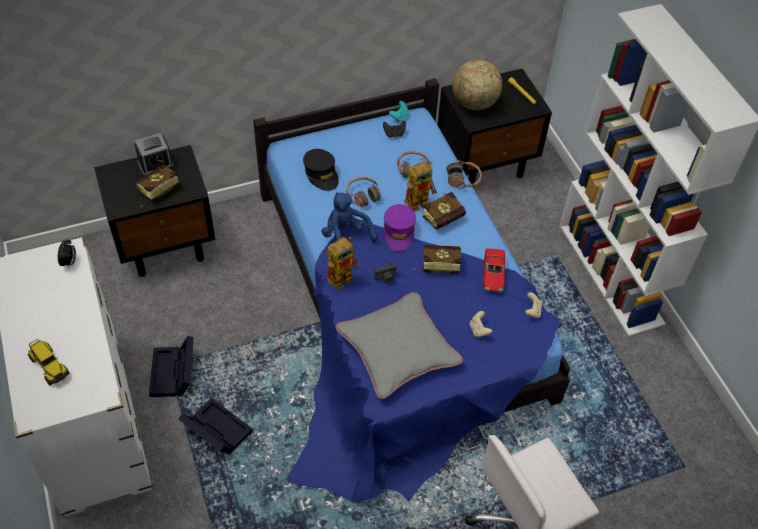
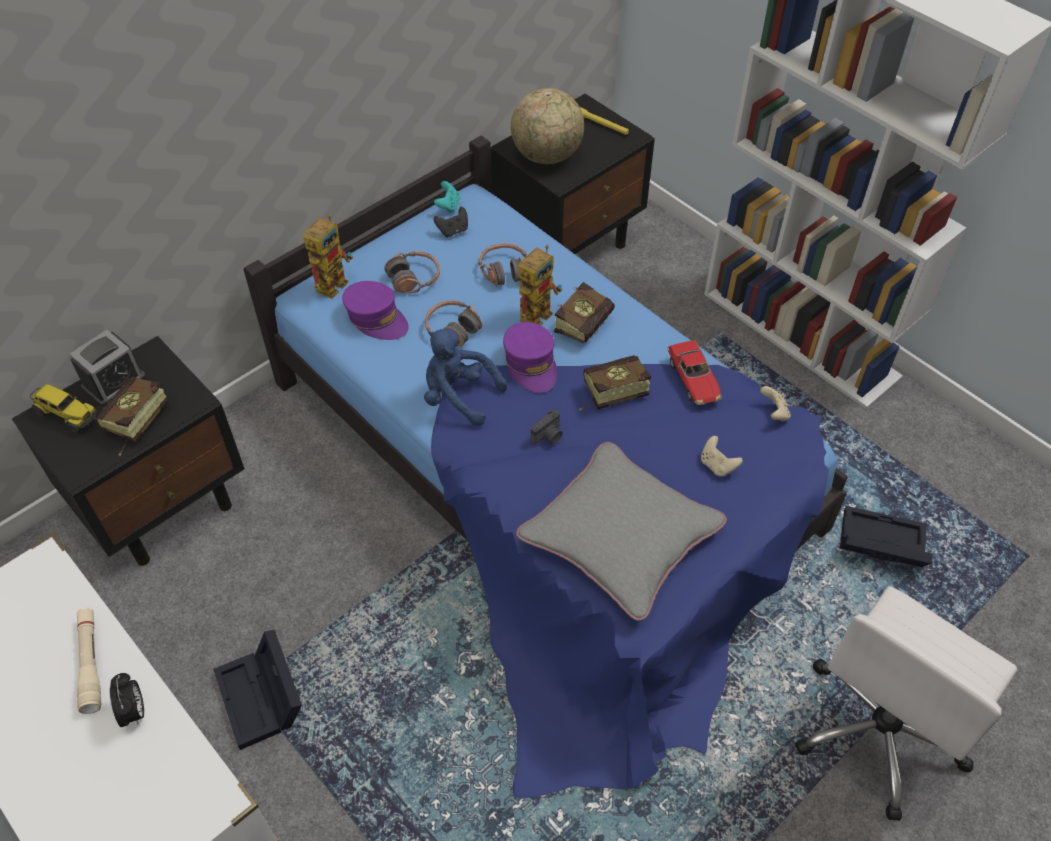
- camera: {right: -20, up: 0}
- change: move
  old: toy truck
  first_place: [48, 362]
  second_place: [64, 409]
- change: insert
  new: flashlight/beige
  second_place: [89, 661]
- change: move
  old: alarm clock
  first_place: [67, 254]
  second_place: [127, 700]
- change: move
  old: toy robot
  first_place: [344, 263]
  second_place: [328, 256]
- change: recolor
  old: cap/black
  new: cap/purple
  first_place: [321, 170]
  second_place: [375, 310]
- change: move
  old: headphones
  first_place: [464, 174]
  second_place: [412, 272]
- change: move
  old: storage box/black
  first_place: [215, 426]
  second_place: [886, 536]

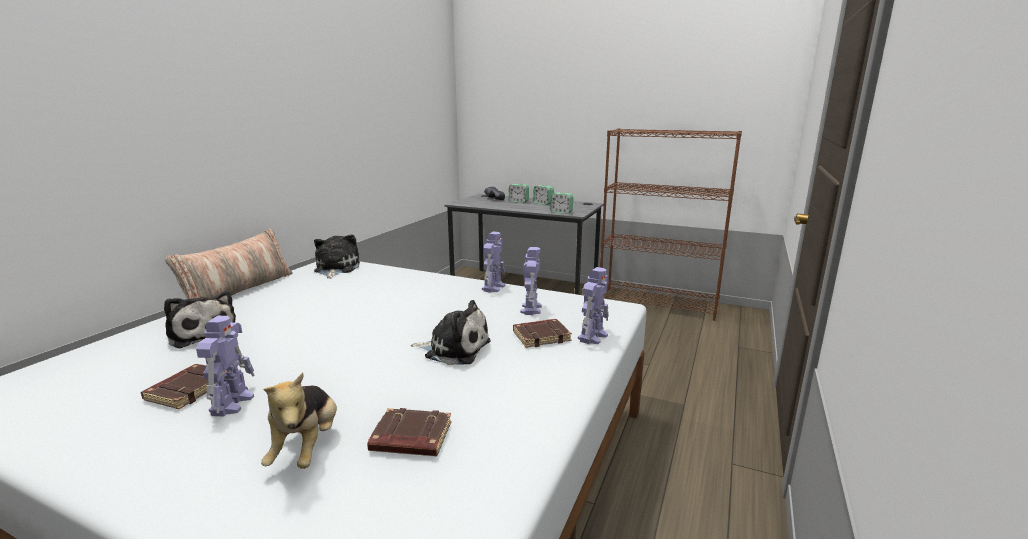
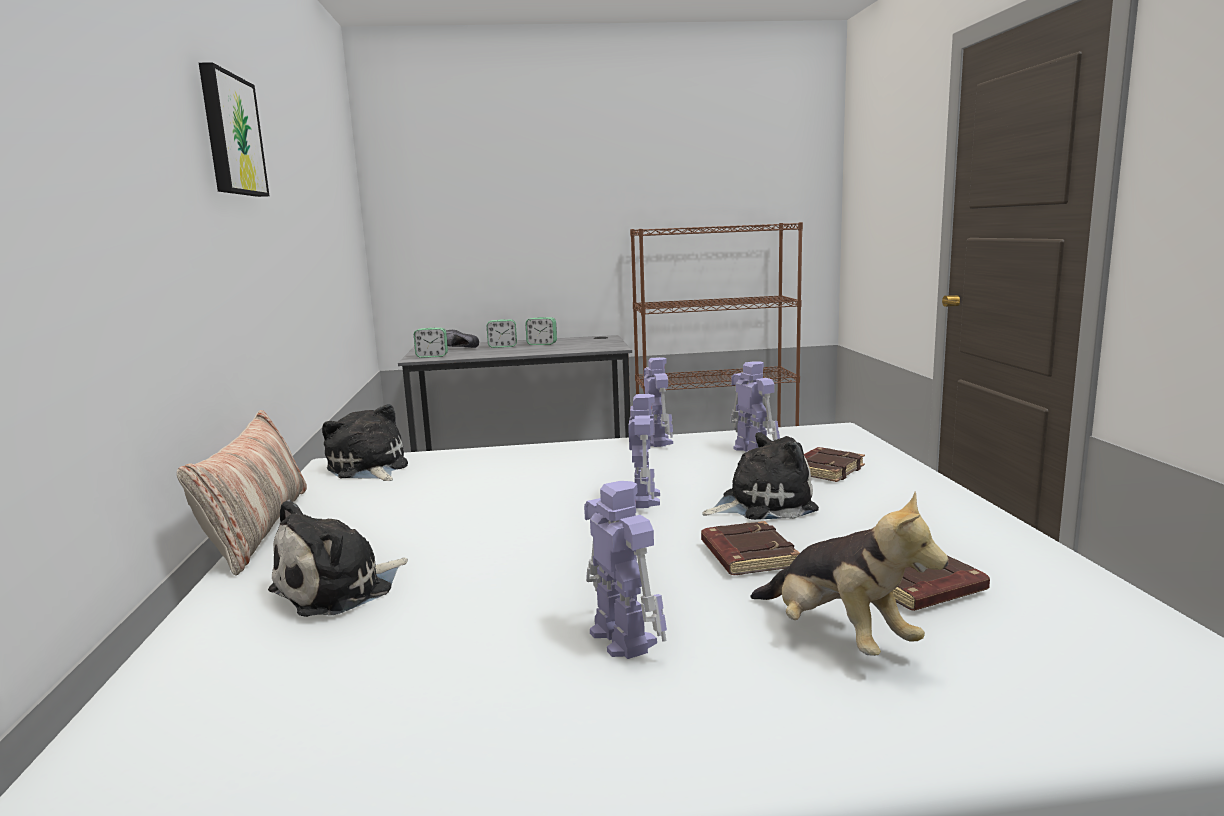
- camera: {right: -30, up: -5}
- change: insert
  new: picture
  second_place: [234, 129]
- change: rotate
  old: plush toy
  first_place: [200, 319]
  second_place: [338, 558]
  degrees: 120
- change: move
  old: alarm clock
  first_place: [561, 203]
  second_place: [431, 343]
- change: move
  old: toy robot
  first_place: [593, 305]
  second_place: [644, 451]
- change: move
  old: book/brown
  first_place: [184, 386]
  second_place: [750, 548]

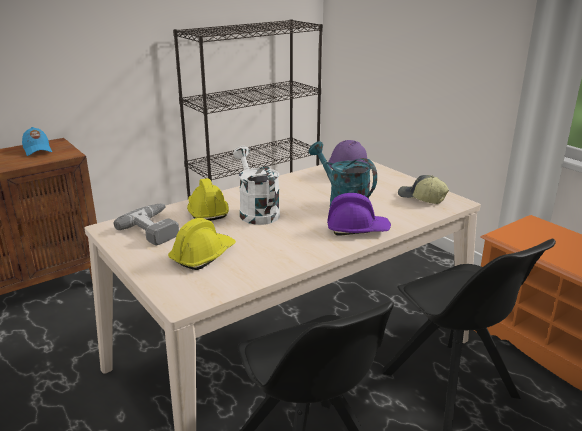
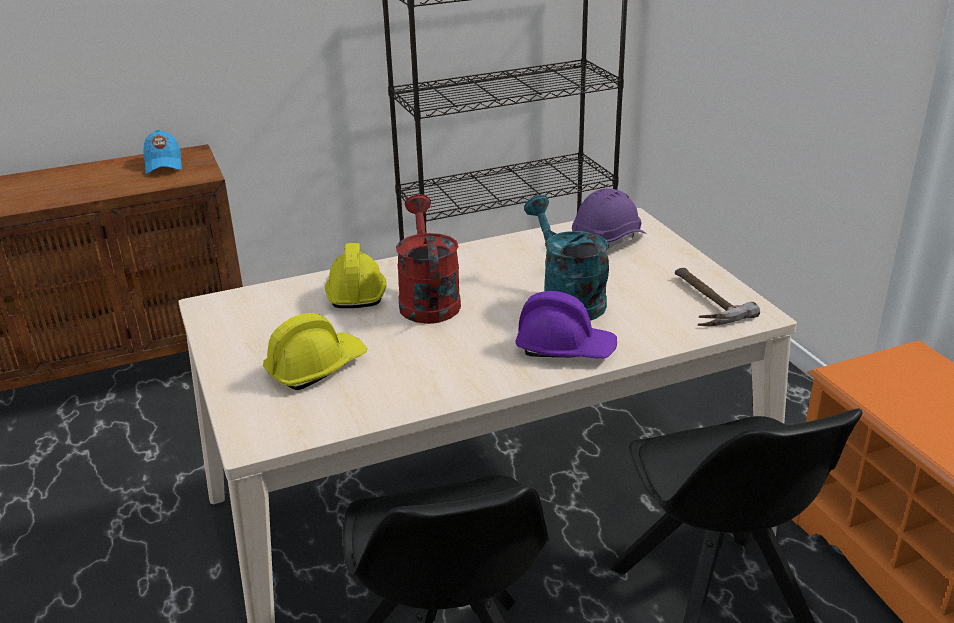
- camera: {right: 15, up: 5}
- change: recolor
  old: watering can/white
  new: watering can/red
  first_place: [256, 185]
  second_place: [428, 259]
- change: replace
  old: cap
  new: hammer
  first_place: [423, 189]
  second_place: [717, 297]
- change: delete
  old: power drill
  first_place: [146, 225]

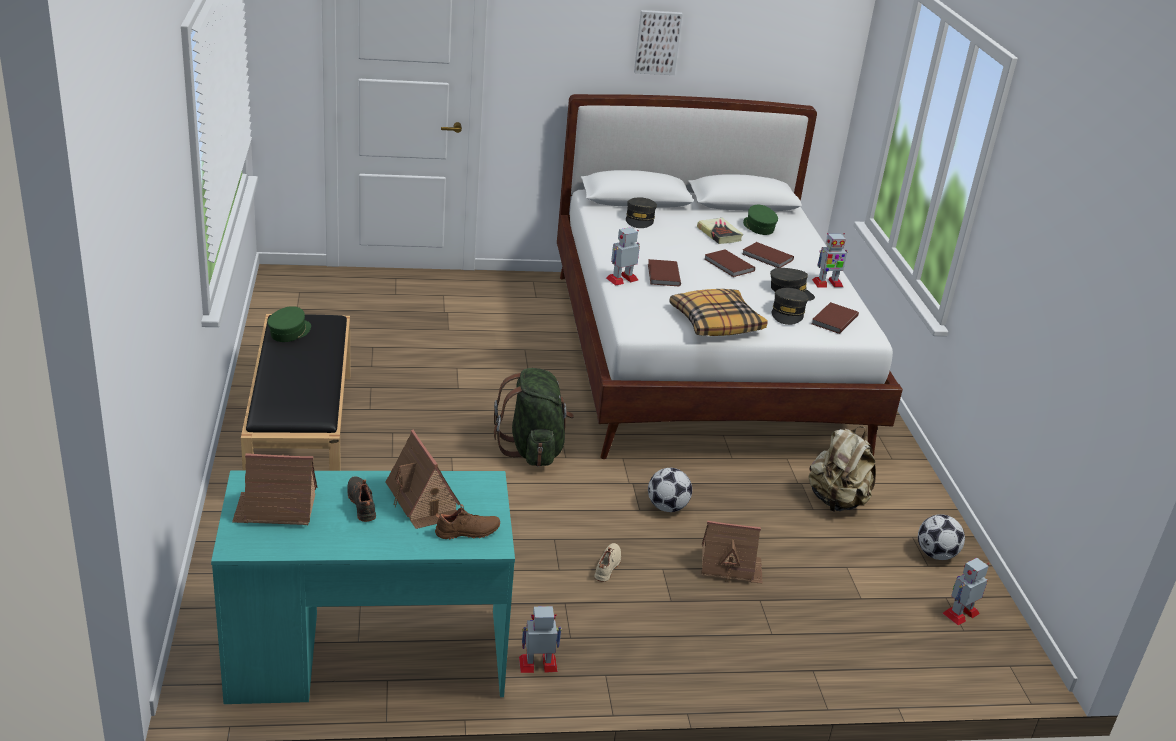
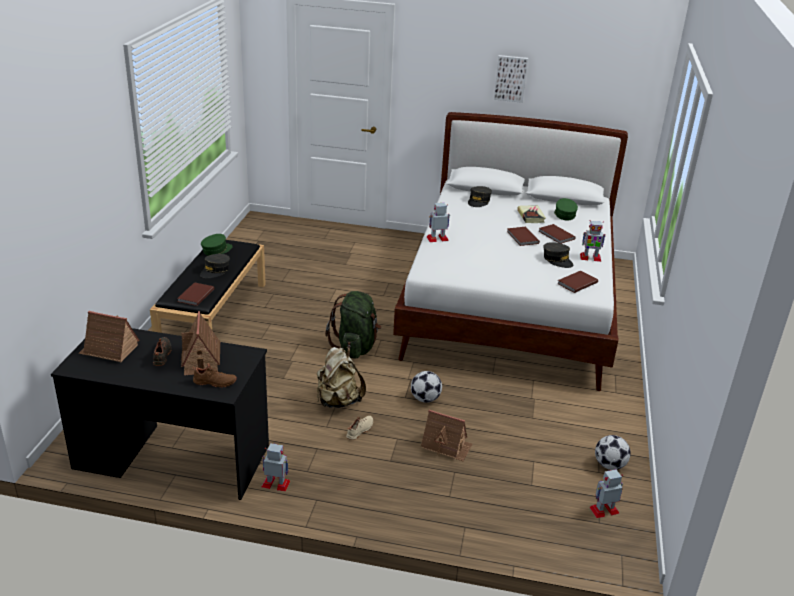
- camera: {right: 20, up: 0}
- change: recolor
  old: desk/turquoise
  new: desk/black
  first_place: [363, 587]
  second_place: [160, 414]
- change: move
  old: book/brown
  first_place: [664, 272]
  second_place: [196, 294]
- change: move
  old: cap/grey
  first_place: [790, 306]
  second_place: [215, 266]
- change: move
  old: backpack/beige
  first_place: [842, 469]
  second_place: [341, 377]
- change: delete
  old: pillow
  first_place: [719, 312]

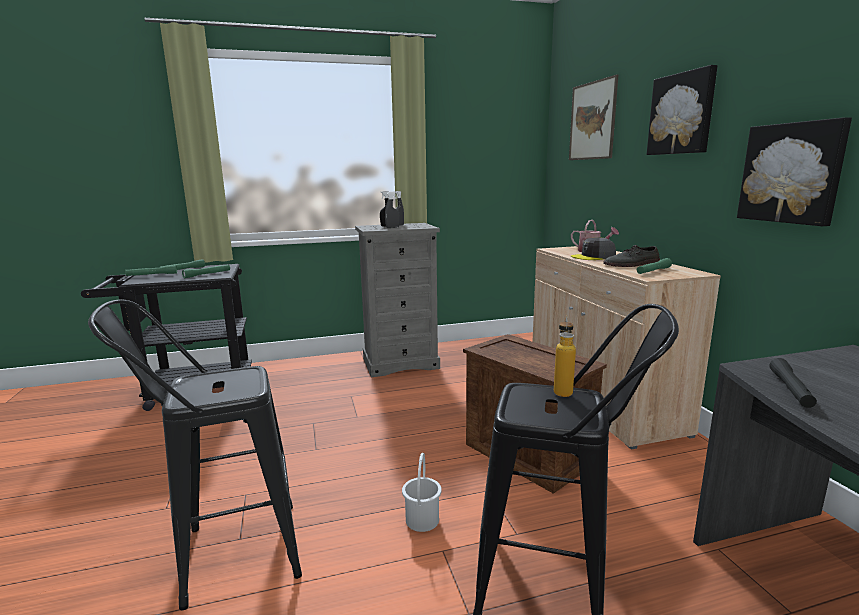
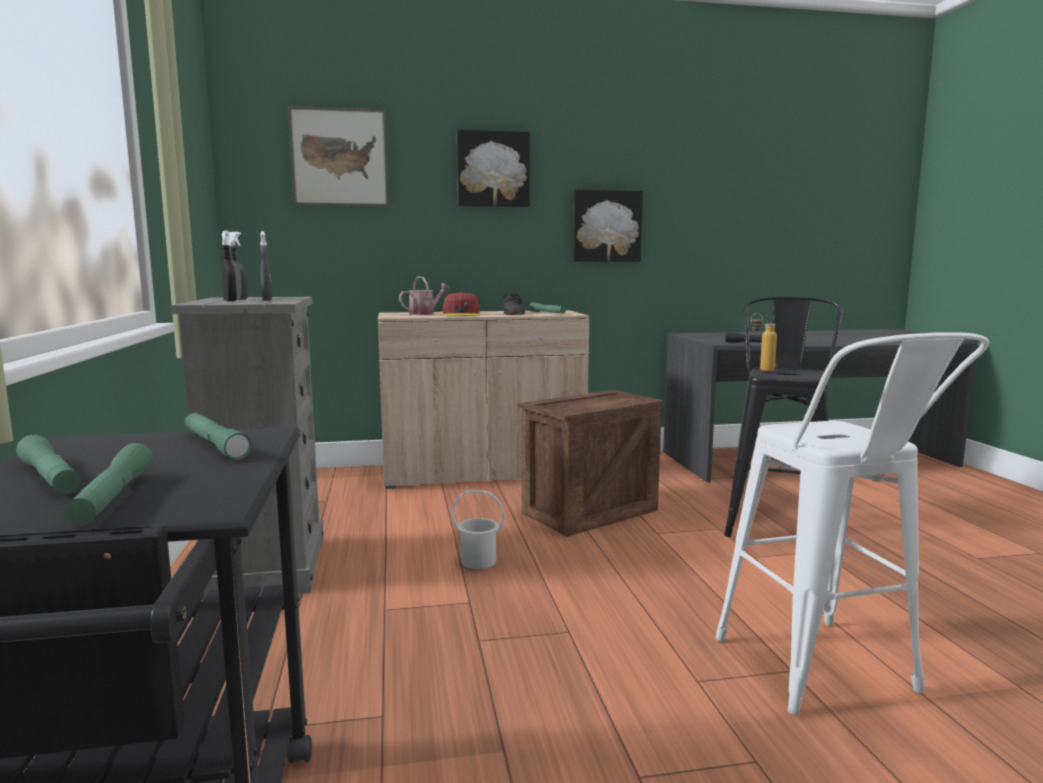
- camera: {right: -85, up: -5}
- change: recolor
  old: cap/grey
  new: cap/red
  first_place: [593, 248]
  second_place: [461, 304]
- change: move
  old: bucket/white
  first_place: [422, 492]
  second_place: [478, 529]
- change: recolor
  old: stool/black
  new: stool/white
  first_place: [195, 455]
  second_place: [852, 523]

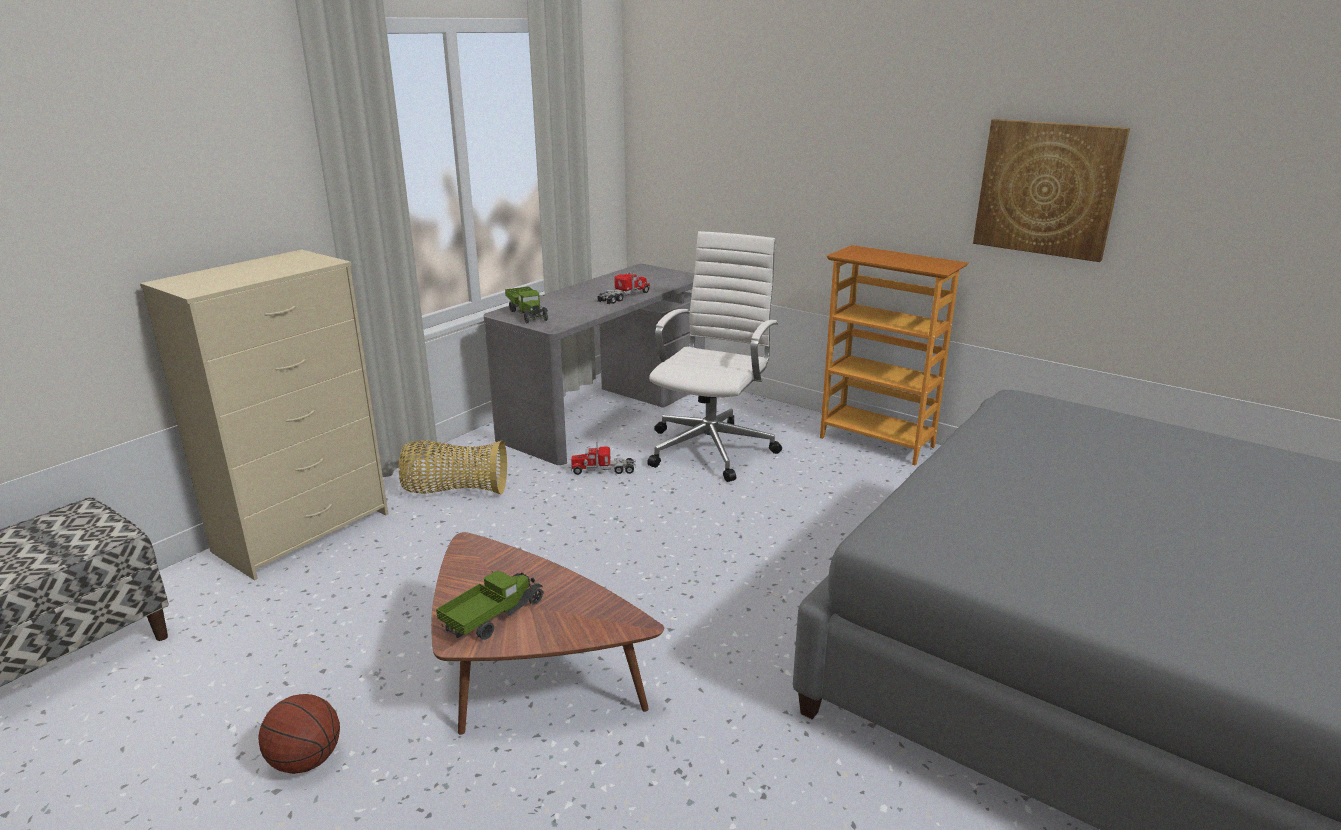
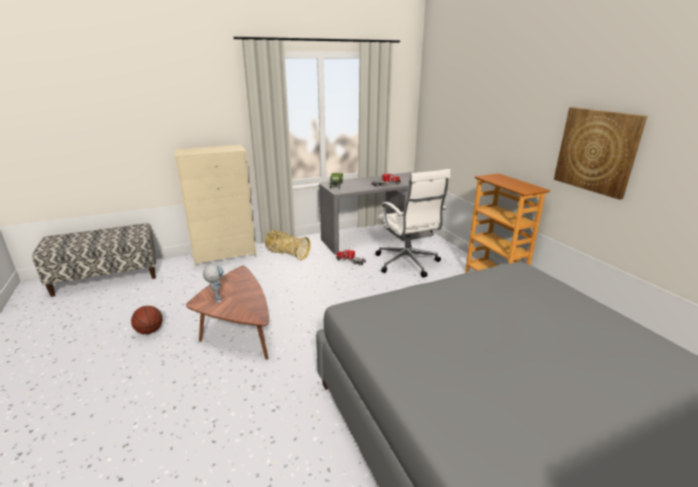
- camera: {right: 30, up: 0}
- change: replace
  old: toy truck
  new: toy robot
  first_place: [490, 605]
  second_place: [213, 284]
- change: rotate
  old: office chair/white
  first_place: [714, 356]
  second_place: [412, 223]
  degrees: 105

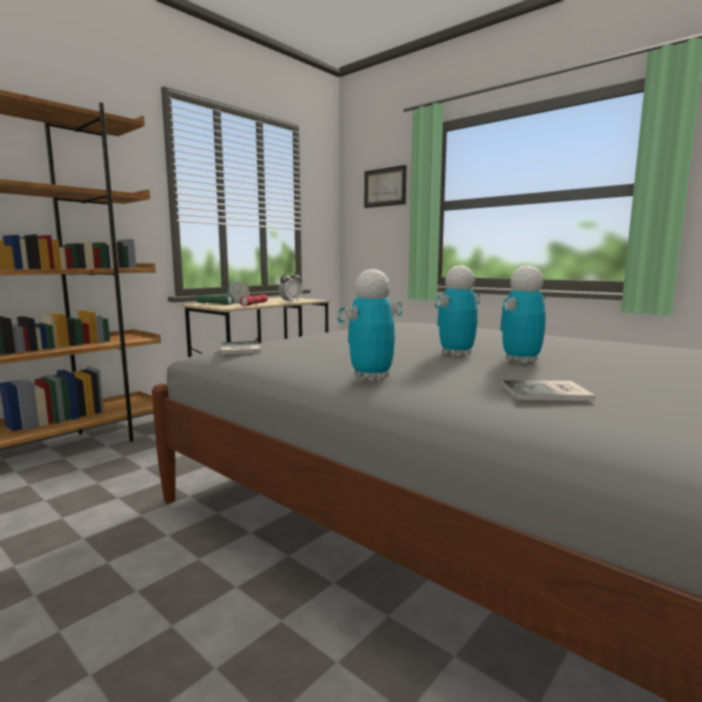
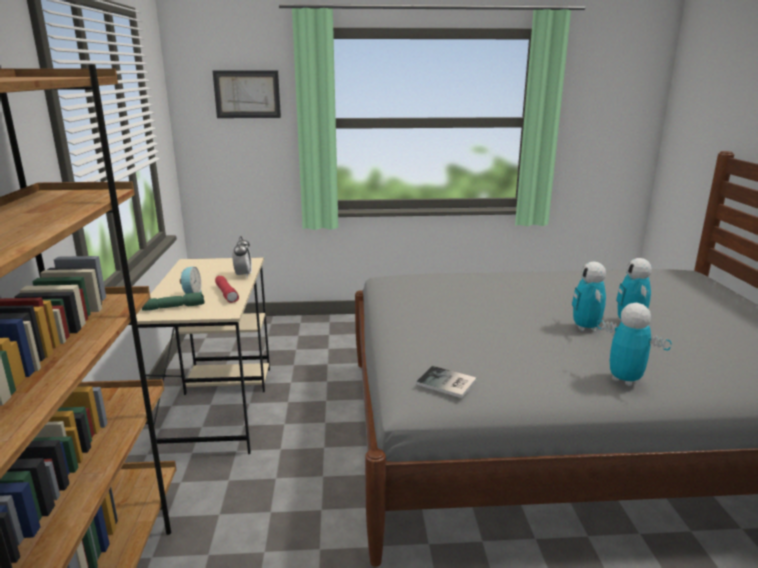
- camera: {right: -45, up: 10}
- change: rotate
  old: toy robot
  first_place: [370, 325]
  second_place: [634, 344]
  degrees: 135
- change: delete
  old: book
  first_place: [549, 390]

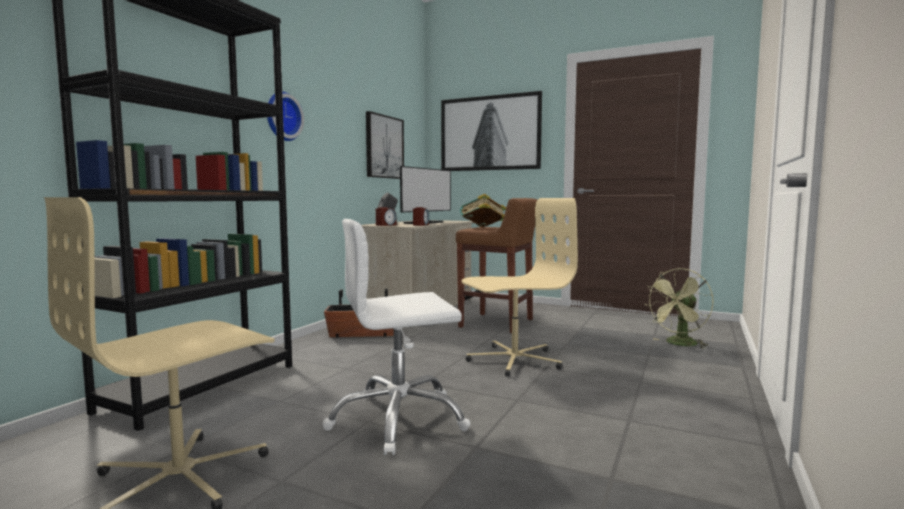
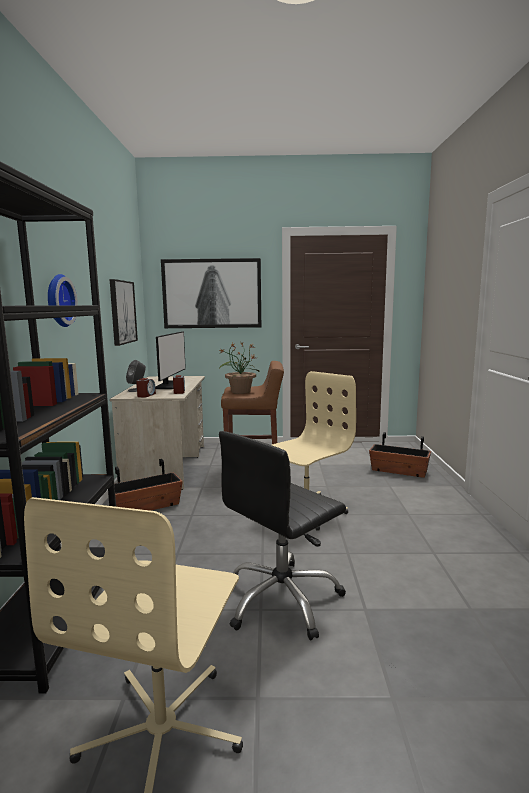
- camera: {right: -25, up: 5}
- change: replace
  old: book
  new: potted plant
  first_place: [483, 210]
  second_place: [239, 368]
- change: recolor
  old: office chair/white
  new: office chair/black
  first_place: [397, 337]
  second_place: [282, 535]
- change: replace
  old: fan/green
  new: planter
  first_place: [679, 308]
  second_place: [400, 455]

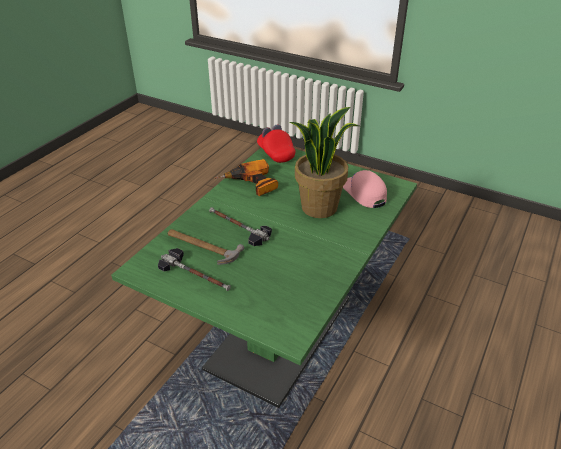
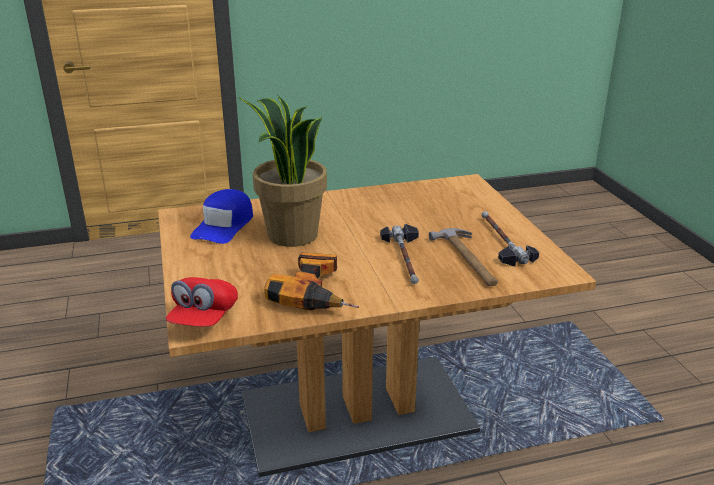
- camera: {right: -135, up: -10}
- change: recolor
  old: dining table/green
  new: dining table/brown
  first_place: [264, 278]
  second_place: [377, 325]
- change: recolor
  old: cap/pink
  new: cap/blue
  first_place: [365, 189]
  second_place: [221, 216]

